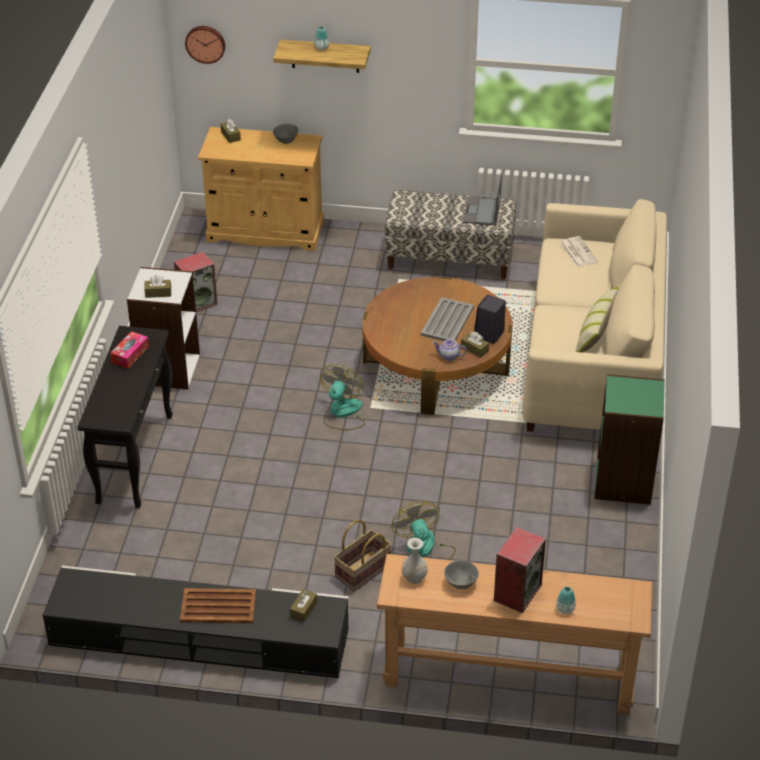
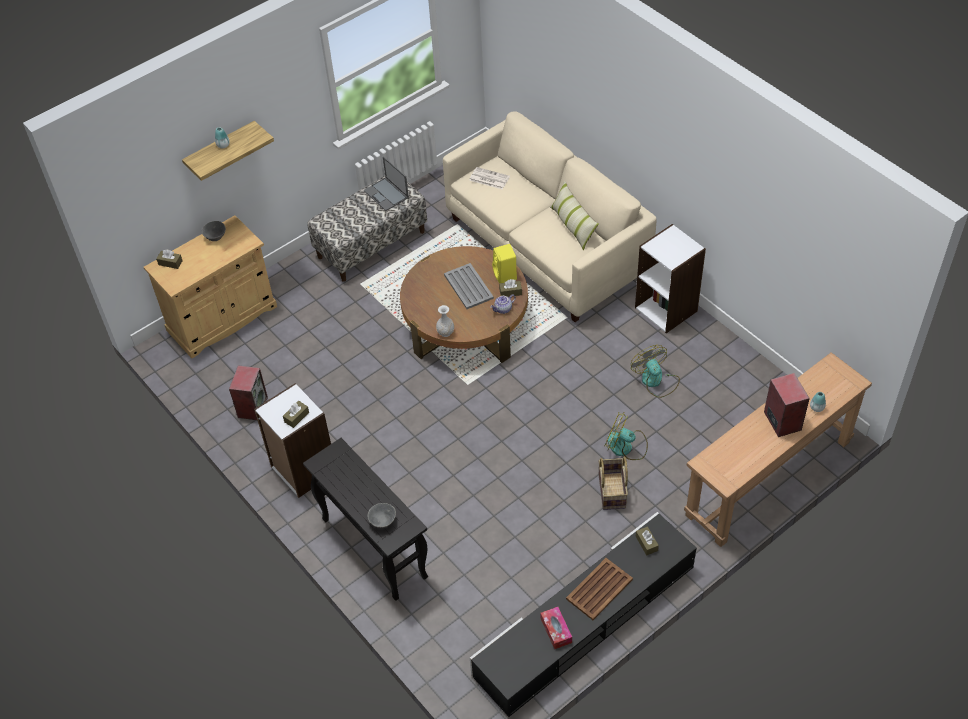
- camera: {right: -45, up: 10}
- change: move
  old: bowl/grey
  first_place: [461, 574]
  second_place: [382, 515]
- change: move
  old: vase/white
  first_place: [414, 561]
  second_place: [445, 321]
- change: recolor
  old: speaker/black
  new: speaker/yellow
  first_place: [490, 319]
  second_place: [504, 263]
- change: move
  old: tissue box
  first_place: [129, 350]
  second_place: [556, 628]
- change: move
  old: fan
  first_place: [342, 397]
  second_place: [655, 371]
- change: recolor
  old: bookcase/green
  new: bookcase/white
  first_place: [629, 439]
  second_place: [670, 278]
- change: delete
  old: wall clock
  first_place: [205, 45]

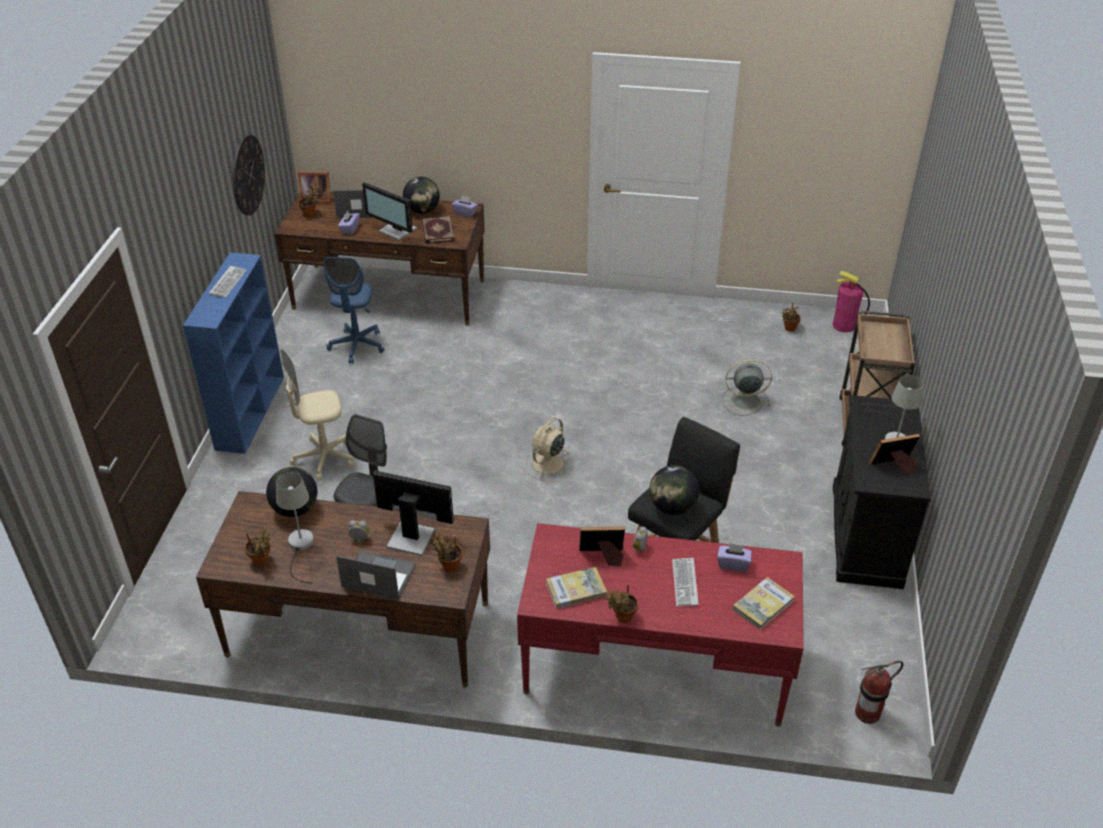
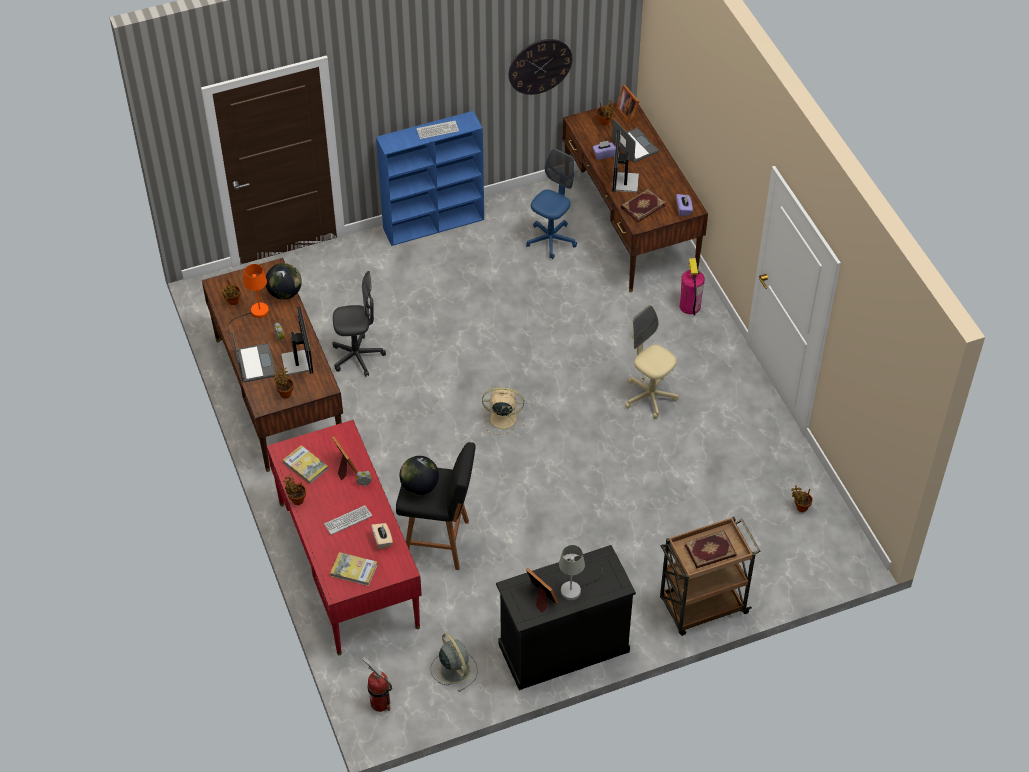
- camera: {right: 60, up: 10}
- change: recolor
  old: table lamp/grey
  new: table lamp/orange
  first_place: [295, 527]
  second_place: [248, 299]
- change: recolor
  old: tissue box/purple
  new: tissue box/beige
  first_place: [734, 557]
  second_place: [382, 536]
- change: move
  old: fan/grey
  first_place: [747, 387]
  second_place: [454, 662]
- change: rotate
  old: office chair/blue
  first_place: [354, 310]
  second_place: [551, 203]
  degrees: 150
- change: move
  old: office chair/beige
  first_place: [317, 415]
  second_place: [652, 362]
- change: move
  old: fire extinguisher
  first_place: [851, 301]
  second_place: [692, 287]
- change: insert
  new: book
  second_place: [711, 549]
- change: delete
  old: globe
  first_place: [421, 195]

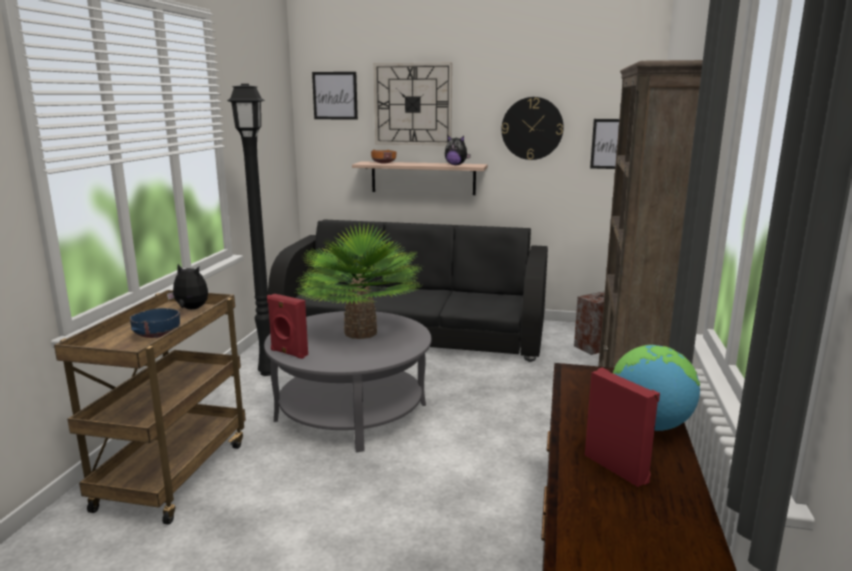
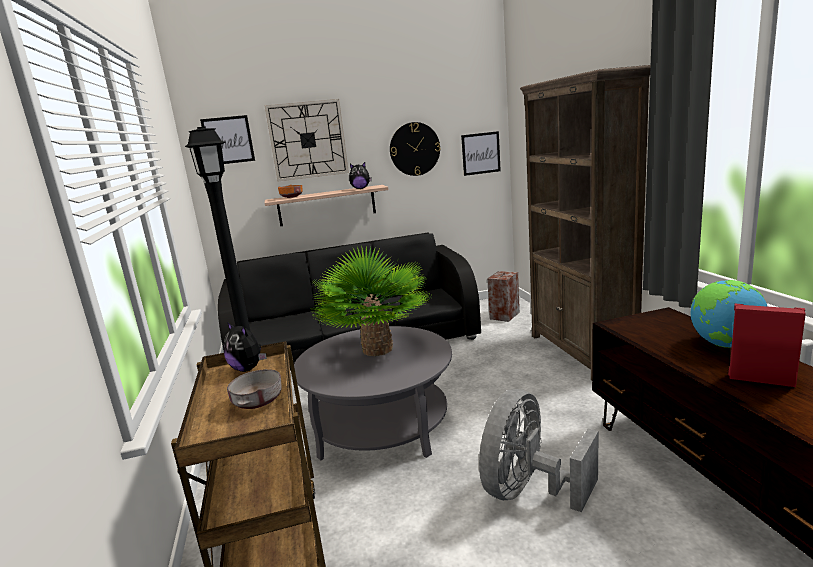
- camera: {right: -25, up: 0}
- change: rotate
  old: plush toy
  first_place: [187, 286]
  second_place: [245, 347]
  degrees: -135
- change: recolor
  old: bowl/blue
  new: bowl/grey
  first_place: [155, 323]
  second_place: [254, 389]
- change: insert
  new: fan/grey
  second_place: [539, 450]
- change: delete
  old: speaker/red
  first_place: [287, 326]

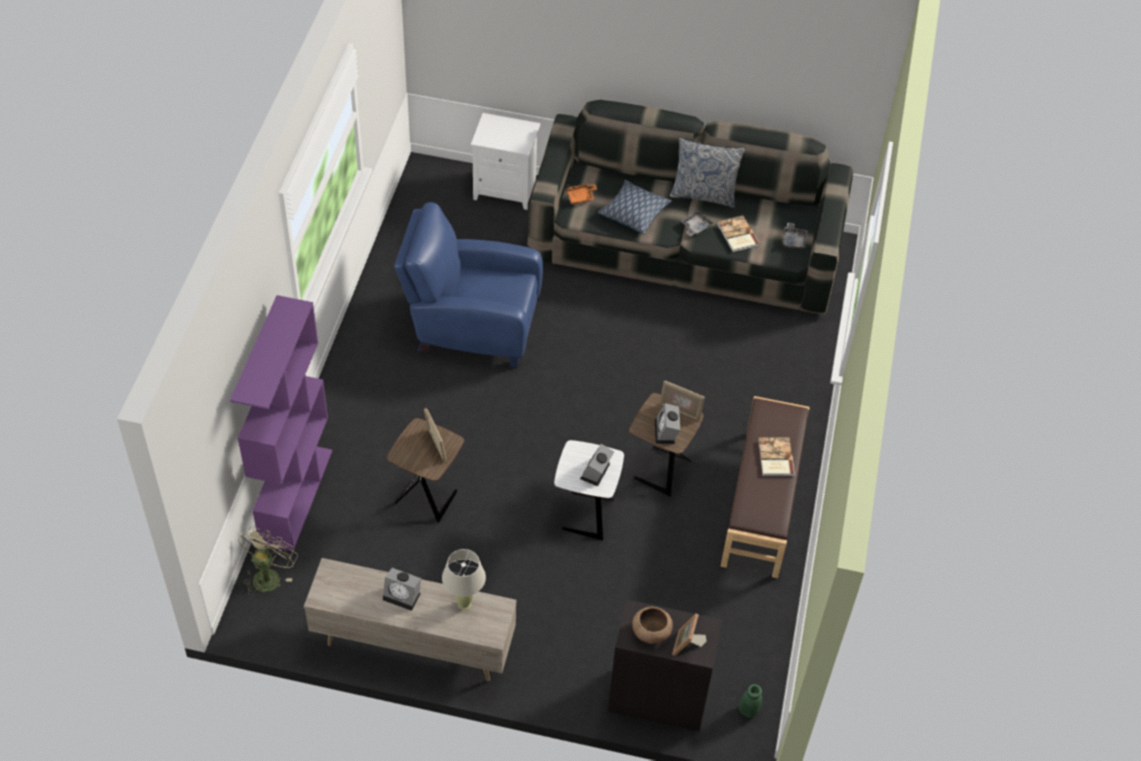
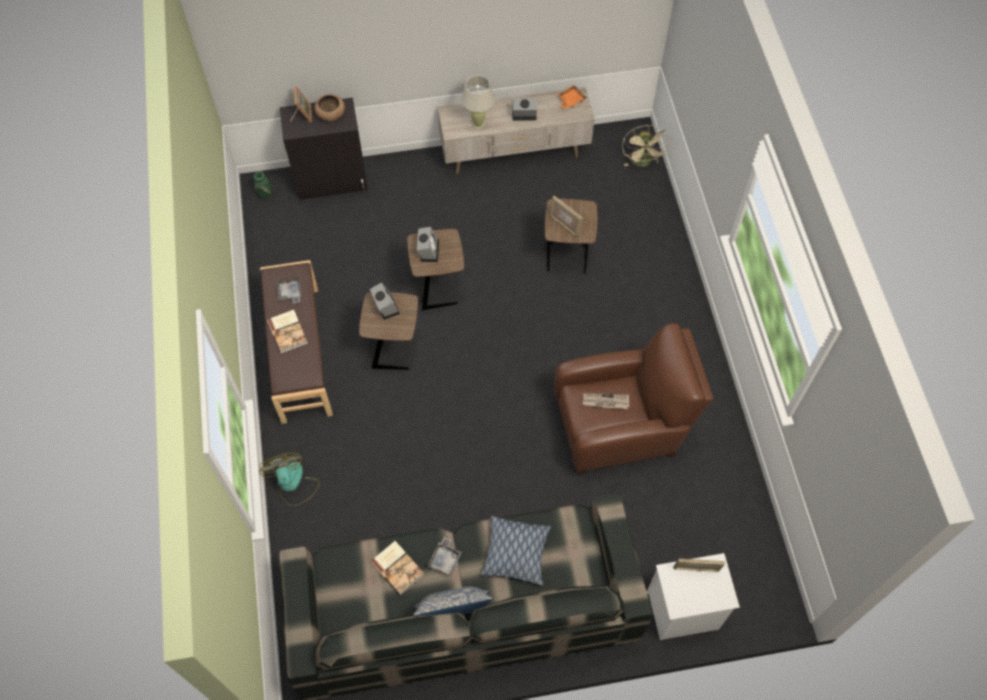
- camera: {right: 160, up: 10}
- change: insert
  new: fan
  second_place: [289, 479]
- change: move
  old: tray/grey
  first_place: [795, 236]
  second_place: [288, 290]
- change: recolor
  old: side table/white
  new: side table/brown
  first_place: [589, 490]
  second_place: [435, 270]
- change: recolor
  old: armchair/blue
  new: armchair/brown
  first_place: [468, 285]
  second_place: [633, 399]
- change: move
  old: tray/orange
  first_place: [581, 194]
  second_place: [572, 97]
- change: insert
  new: newspaper
  second_place: [605, 401]
- change: move
  old: picture frame
  first_place: [682, 400]
  second_place: [699, 565]
- change: delete
  old: bookcase/purple
  first_place: [281, 423]

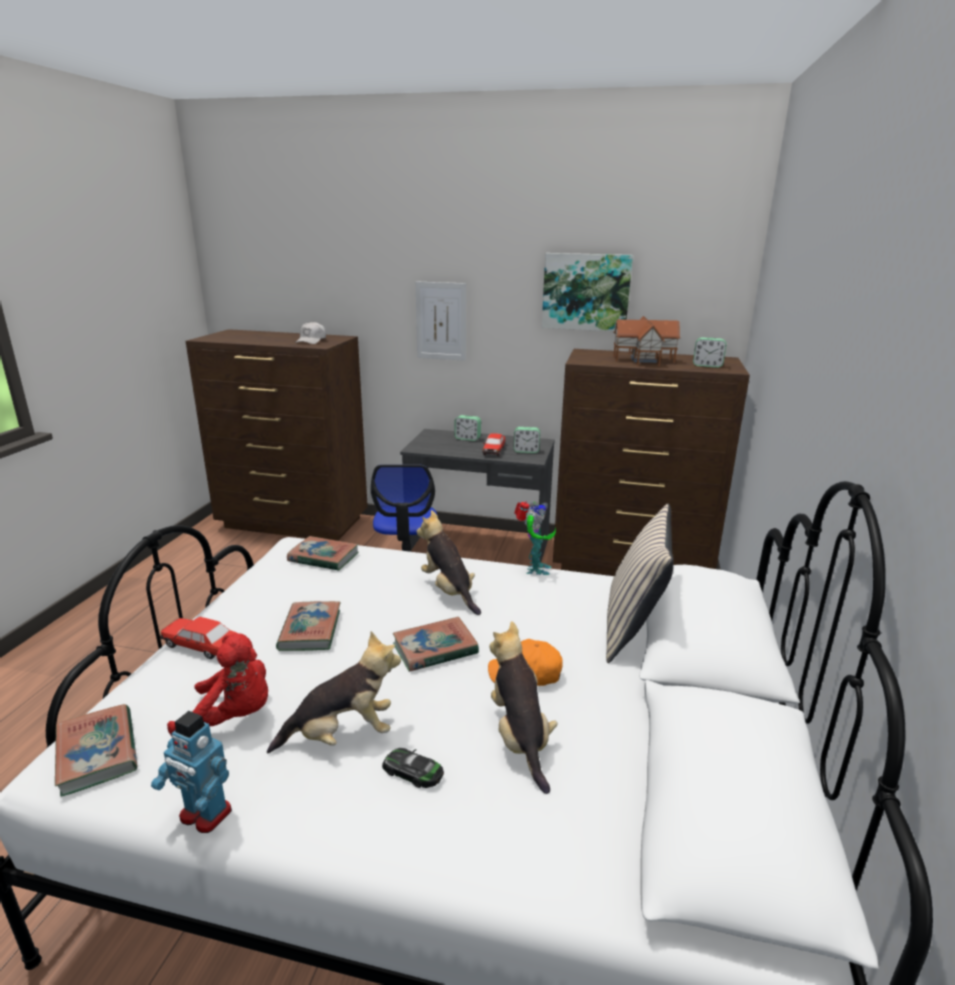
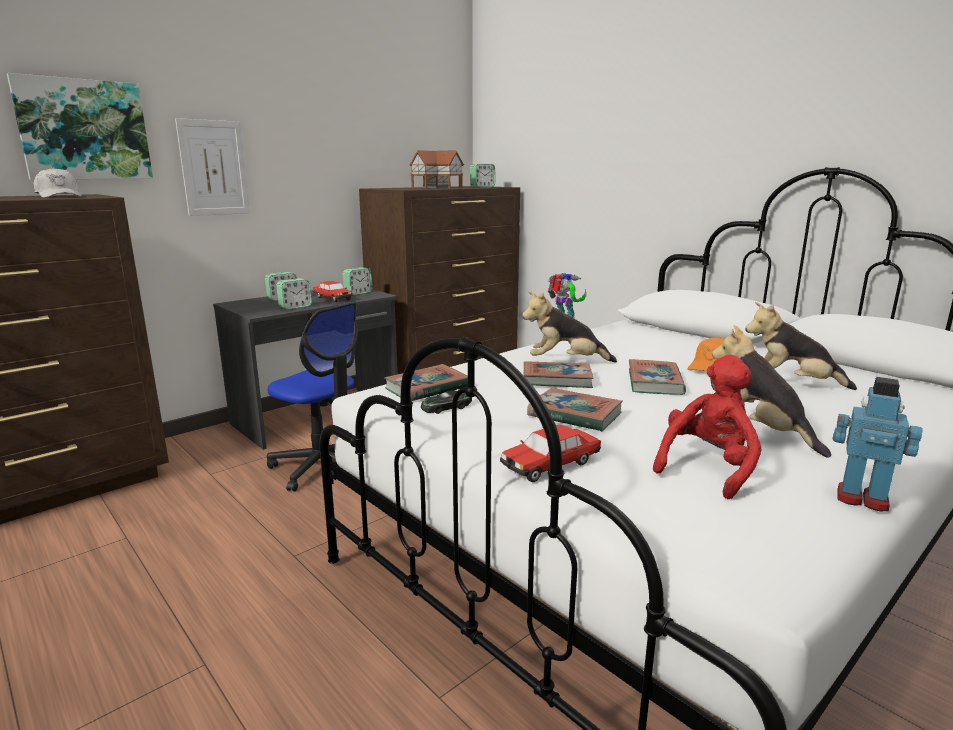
- camera: {right: -55, up: -5}
- change: move
  old: picture
  first_place: [587, 292]
  second_place: [80, 126]
- change: insert
  new: alarm clock
  second_place: [294, 293]
- change: move
  old: toy car
  first_place: [413, 768]
  second_place: [446, 402]
- change: move
  old: book
  first_place: [96, 750]
  second_place: [558, 374]
- change: rotate
  old: plush toy
  first_place: [334, 692]
  second_place: [771, 391]
  degrees: -45
- change: rotate
  old: toy robot
  first_place: [191, 772]
  second_place: [878, 444]
  degrees: -120
- change: delete
  old: pillow/beige
  first_place: [640, 583]

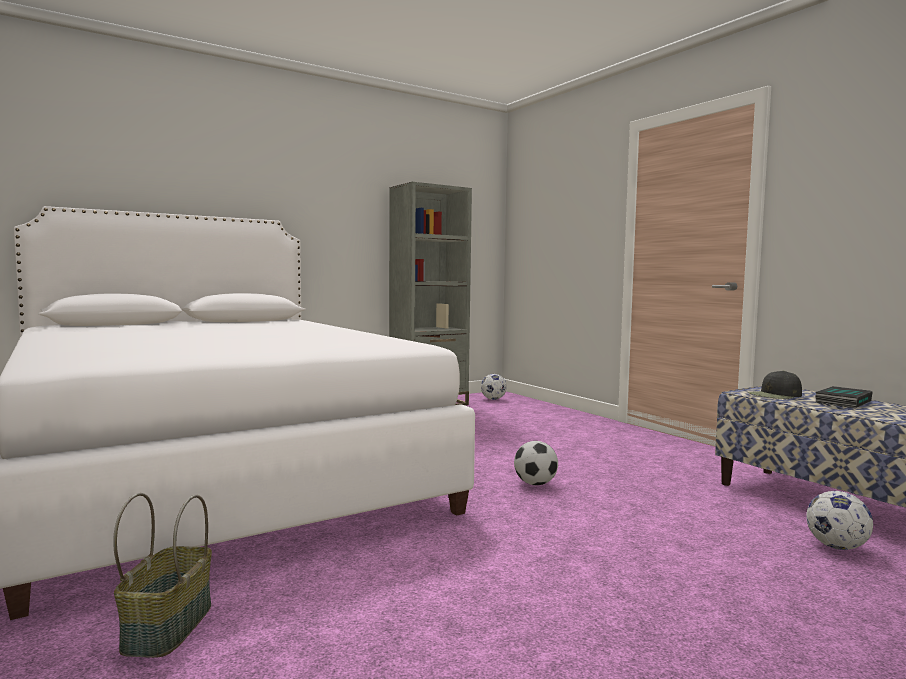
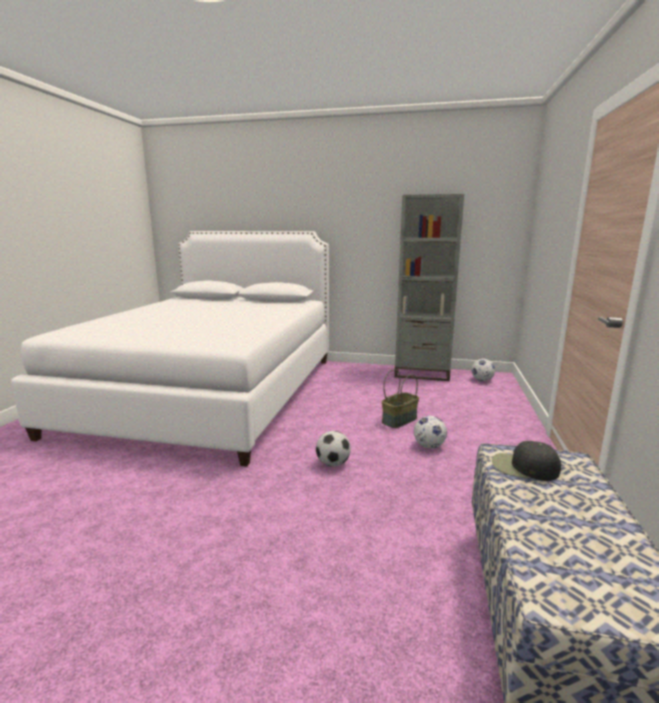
- camera: {right: 45, up: 10}
- change: move
  old: basket
  first_place: [162, 575]
  second_place: [400, 398]
- change: move
  old: football
  first_place: [839, 520]
  second_place: [430, 432]
- change: delete
  old: book
  first_place: [844, 397]

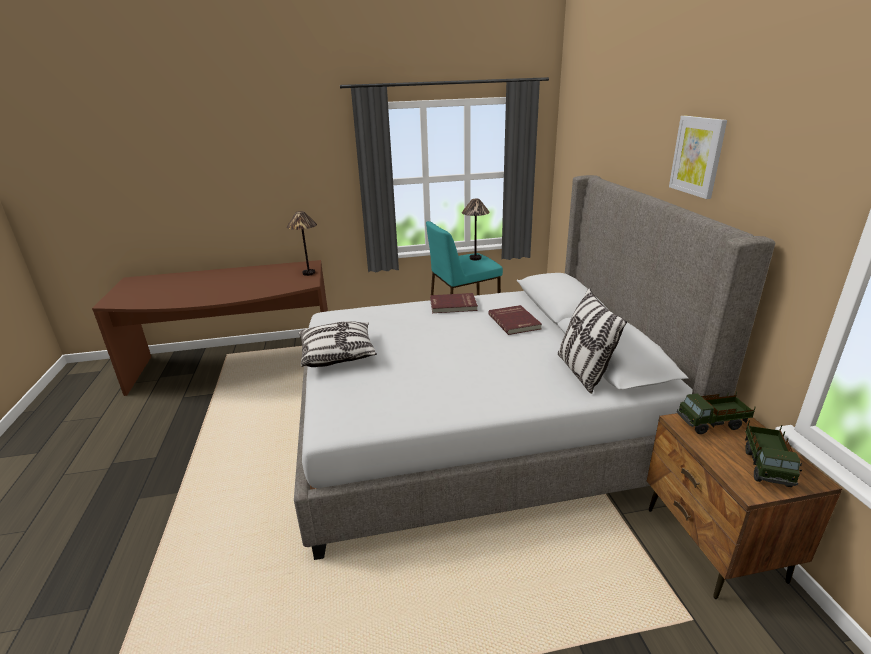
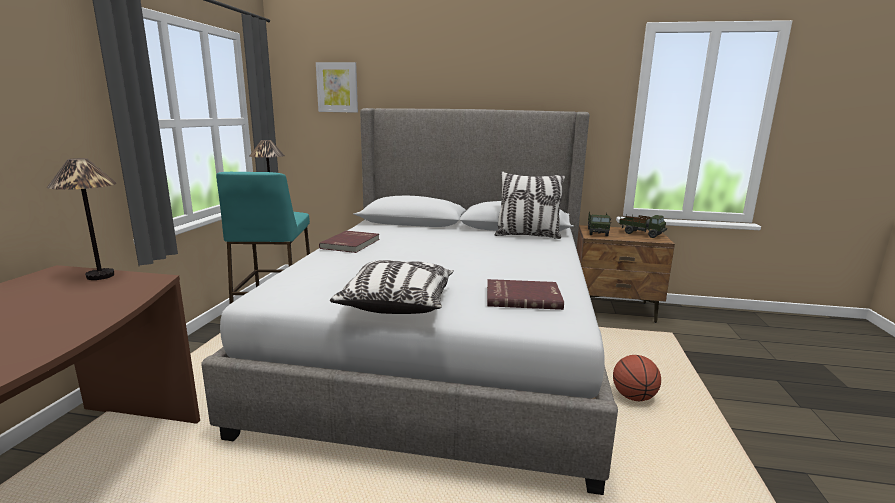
- camera: {right: -70, up: -10}
- change: move
  old: picture
  first_place: [698, 157]
  second_place: [337, 87]
- change: move
  old: book/red
  first_place: [515, 320]
  second_place: [525, 294]
- change: insert
  new: basketball
  second_place: [637, 378]

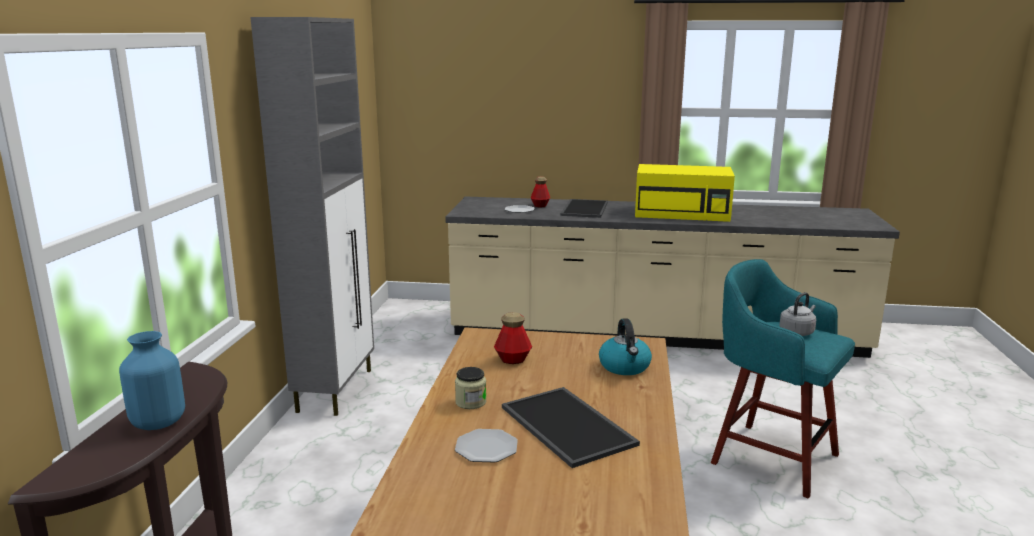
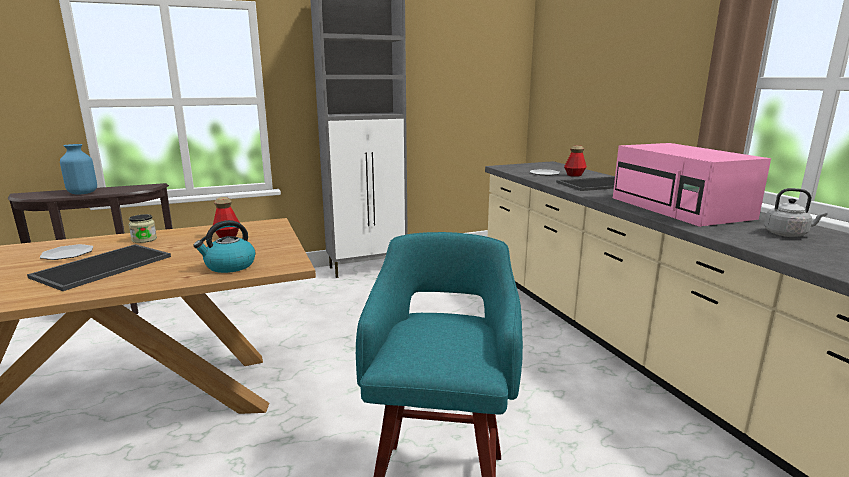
- camera: {right: 60, up: 0}
- change: recolor
  old: microwave/yellow
  new: microwave/pink
  first_place: [685, 193]
  second_place: [692, 185]
- change: move
  old: kettle/grey
  first_place: [798, 314]
  second_place: [796, 212]

